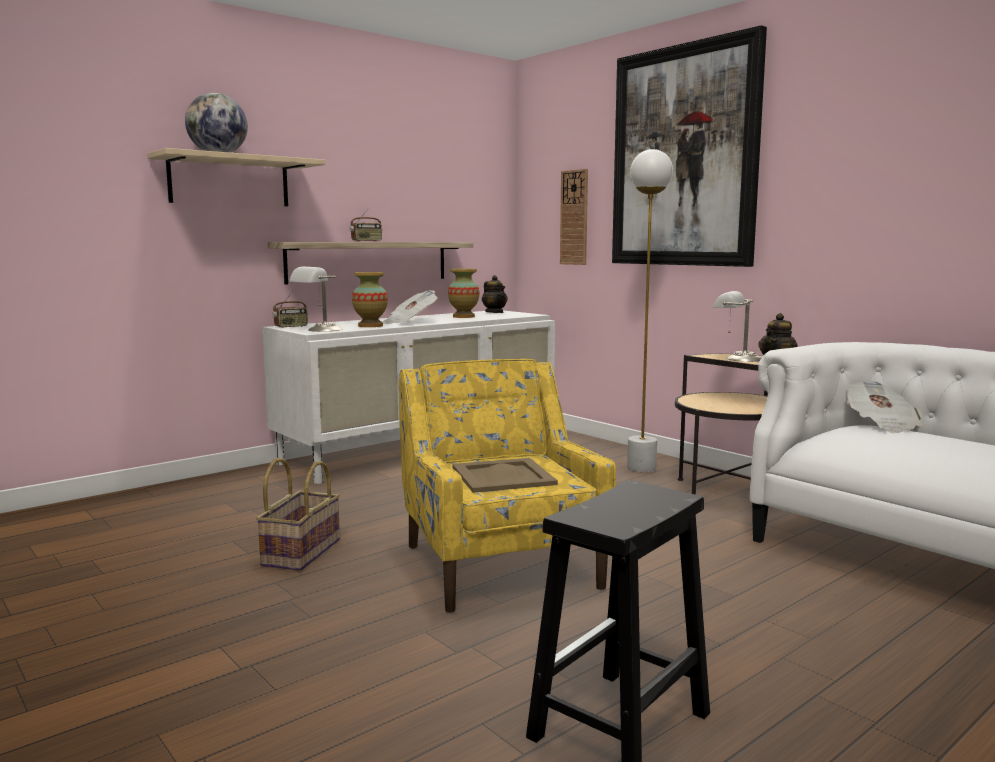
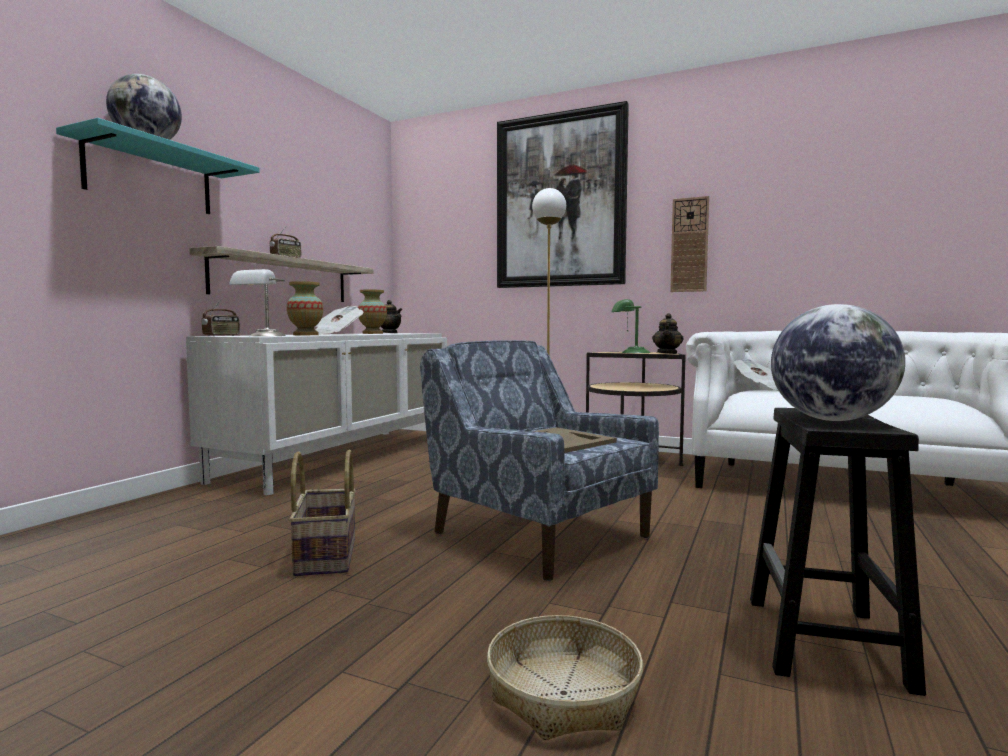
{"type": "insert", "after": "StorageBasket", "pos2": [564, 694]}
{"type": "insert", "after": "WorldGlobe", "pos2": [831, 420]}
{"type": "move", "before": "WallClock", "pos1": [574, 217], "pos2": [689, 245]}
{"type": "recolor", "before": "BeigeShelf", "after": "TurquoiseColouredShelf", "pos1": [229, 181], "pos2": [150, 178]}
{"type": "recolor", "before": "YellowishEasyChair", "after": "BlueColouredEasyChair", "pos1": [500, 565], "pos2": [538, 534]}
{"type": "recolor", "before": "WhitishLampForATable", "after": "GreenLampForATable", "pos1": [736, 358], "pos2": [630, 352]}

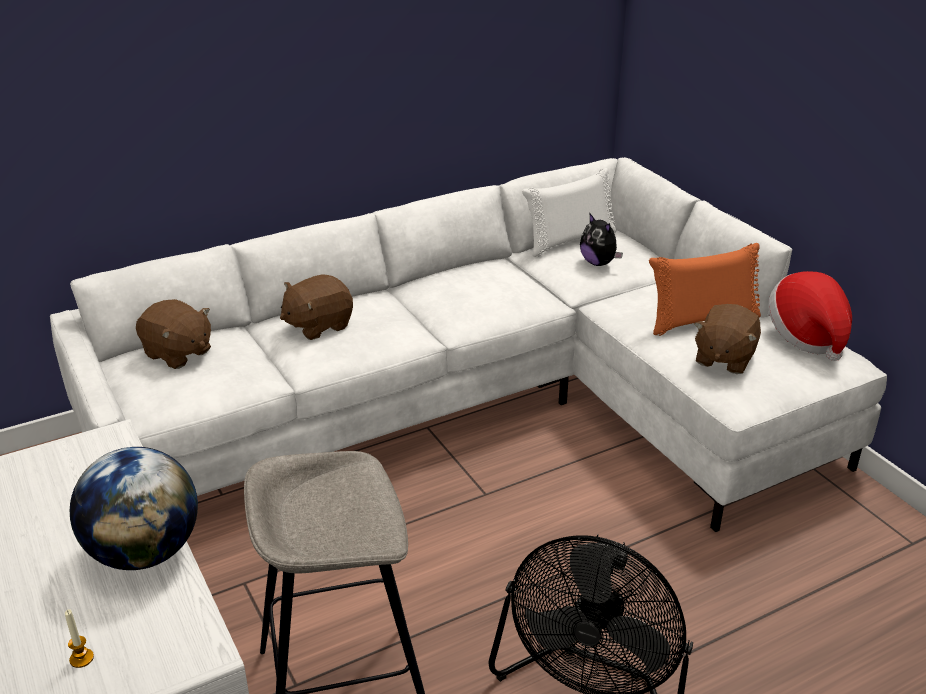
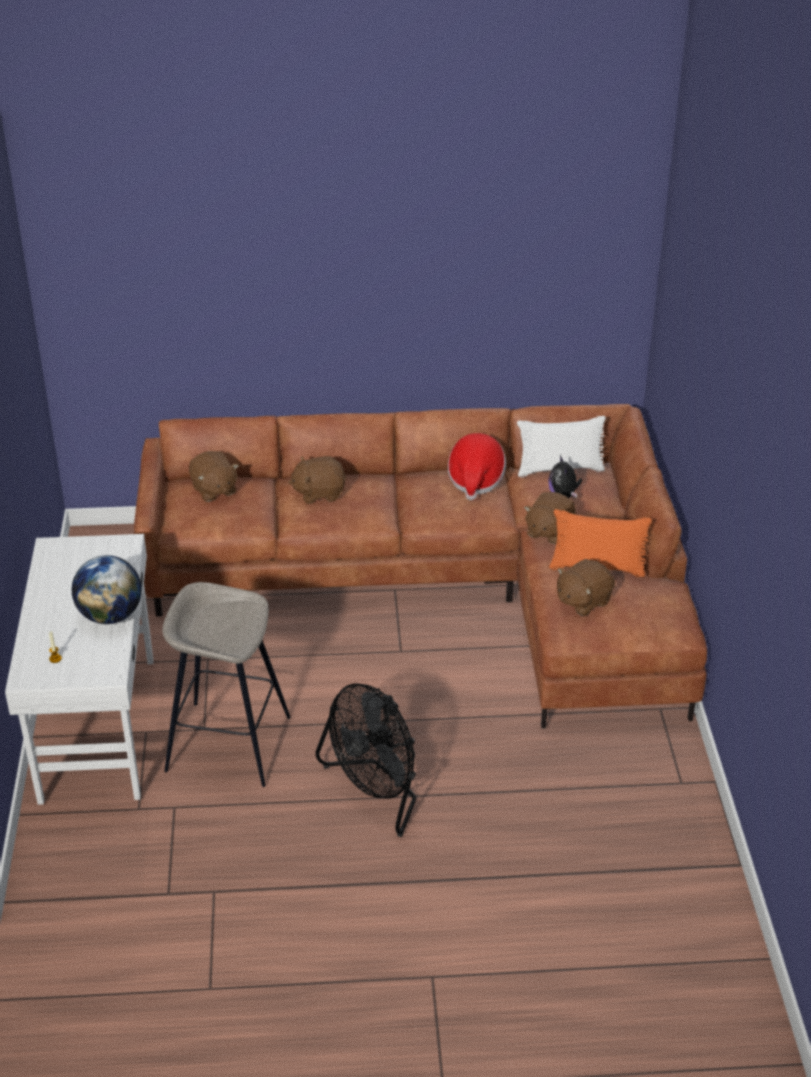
{"type": "insert", "after": "BrownCuddlyToy", "pos2": [548, 532]}
{"type": "move", "before": "ClothingHat", "pos1": [807, 336], "pos2": [475, 480]}
{"type": "recolor", "before": "WhitishCouch", "after": "BrownCouch", "pos1": [482, 407], "pos2": [446, 586]}

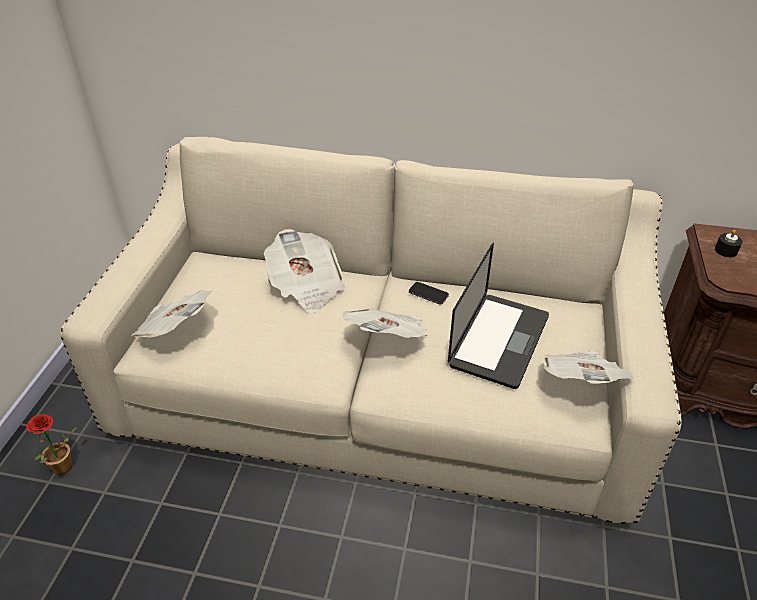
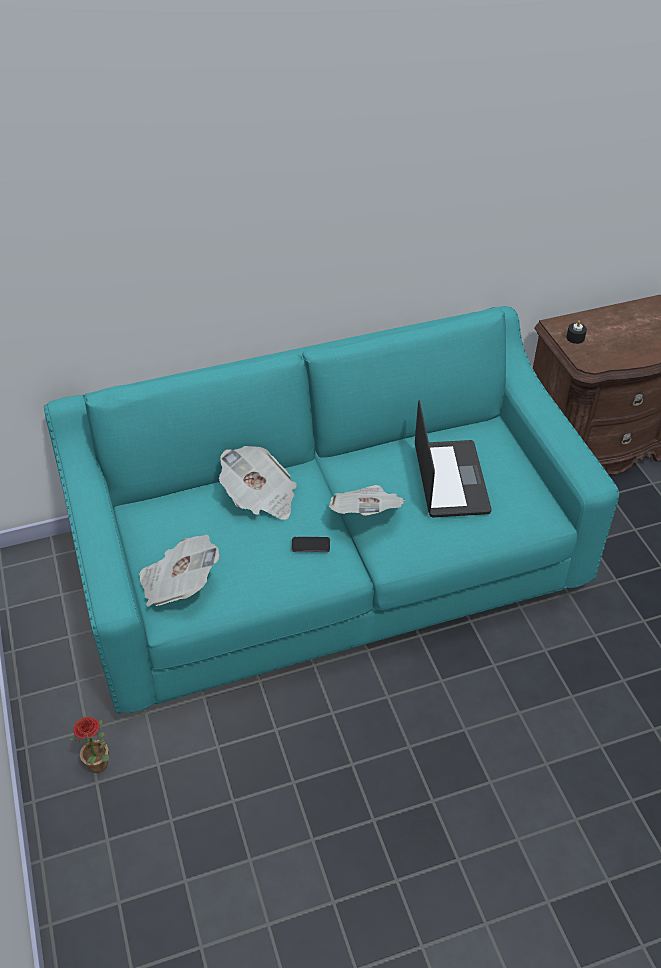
{"type": "delete", "before": "Newspaper", "pos1": [582, 382]}
{"type": "move", "before": "Phone", "pos1": [428, 294], "pos2": [310, 545]}
{"type": "recolor", "before": "BeigeCouch", "after": "TurquoiseColouredCouch", "pos1": [380, 390], "pos2": [331, 564]}

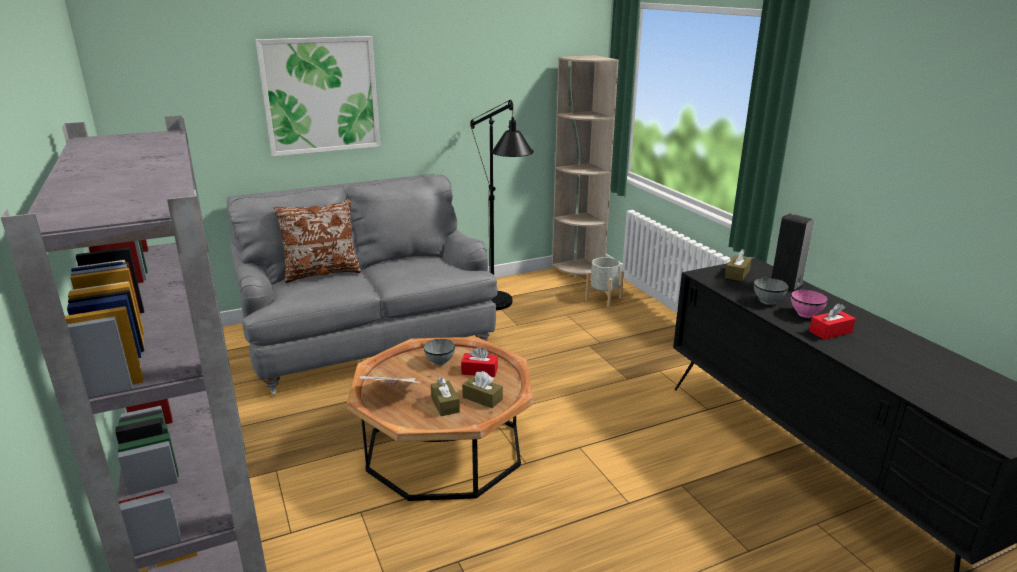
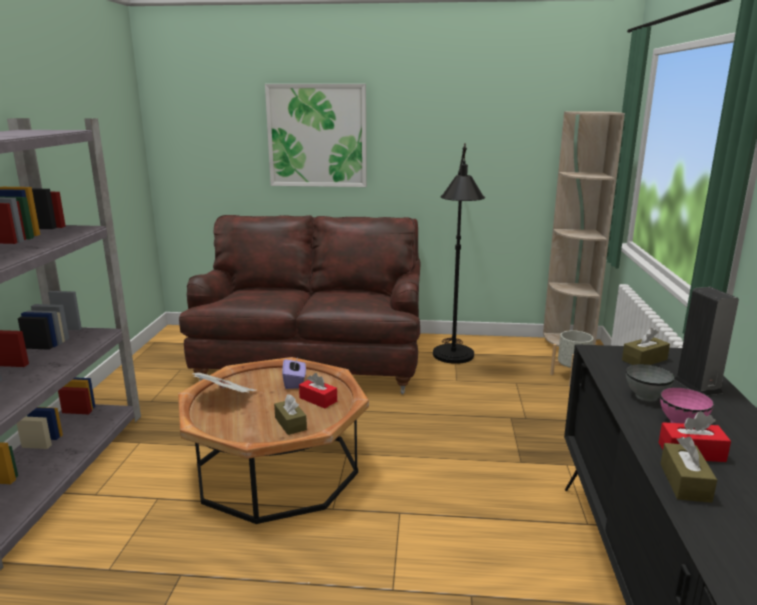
{"type": "delete", "before": "BrownCushion", "pos1": [322, 274]}
{"type": "move", "before": "BrownTissueBox", "pos1": [445, 404], "pos2": [685, 482]}
{"type": "replace", "before": "GrayServingBowl", "after": "PurpleColouredTissueBox", "pos1": [439, 362], "pos2": [295, 382]}
{"type": "recolor", "before": "GrayCouch", "after": "BrownCouch", "pos1": [366, 337], "pos2": [314, 359]}

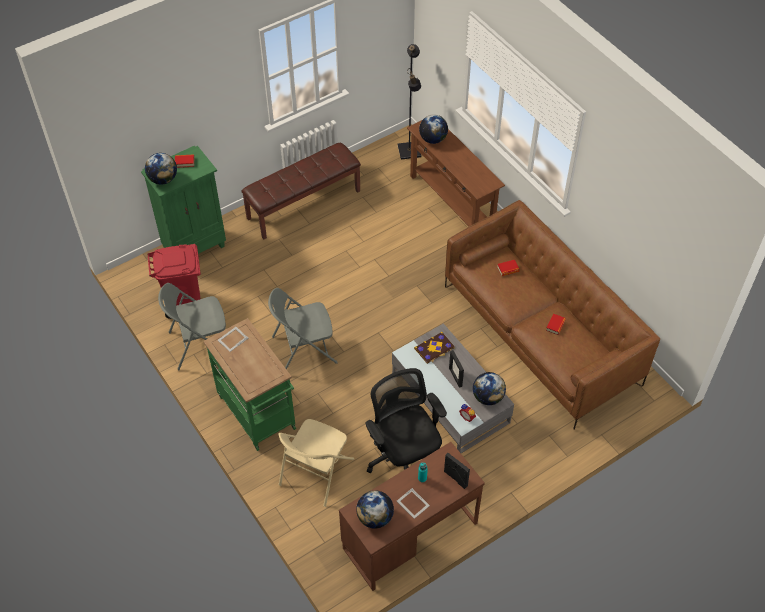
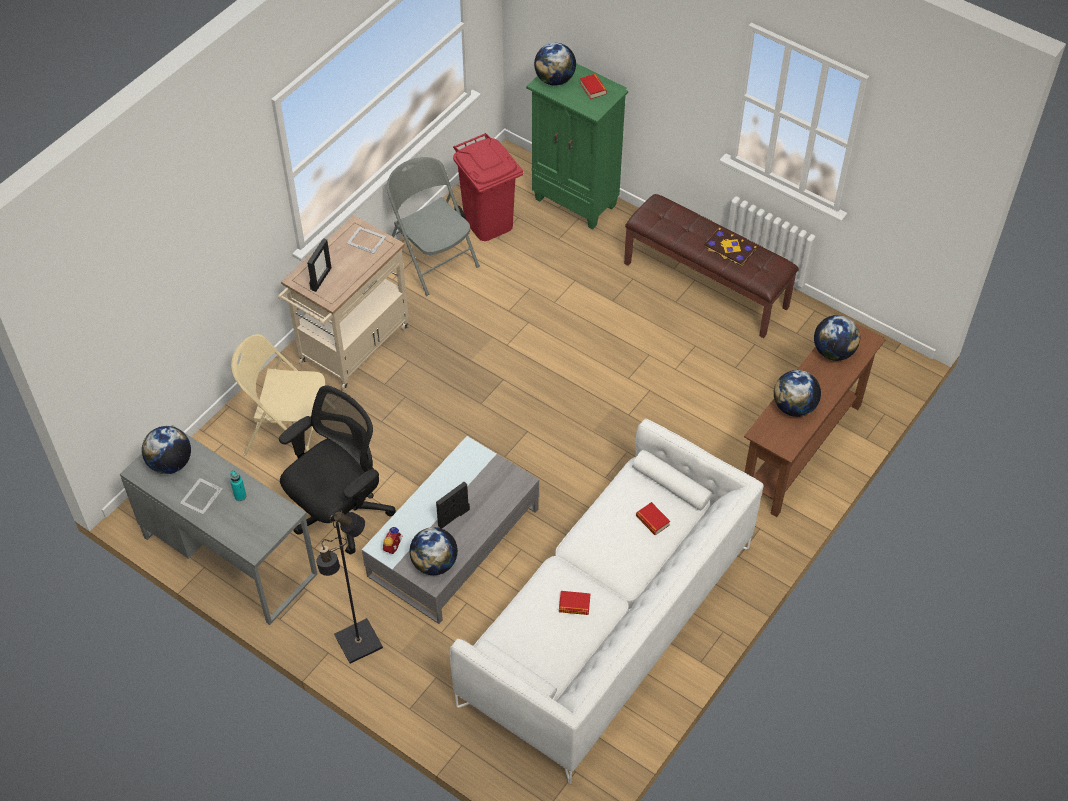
{"type": "delete", "before": "GrayPlainChair", "pos1": [304, 349]}
{"type": "insert", "after": "WorldGlobe", "pos2": [794, 407]}
{"type": "move", "before": "BlackishStandingLamp", "pos1": [409, 151], "pos2": [358, 641]}
{"type": "move", "before": "BoundBook", "pos1": [434, 348], "pos2": [729, 248]}
{"type": "move", "before": "StandingFrame", "pos1": [455, 479], "pos2": [321, 279]}
{"type": "recolor", "before": "GreenWheeledCart", "after": "BeigeWheeledCart", "pos1": [258, 414], "pos2": [352, 348]}
{"type": "recolor", "before": "BrownDesk", "after": "GrayDesk", "pos1": [410, 535], "pos2": [230, 555]}
{"type": "recolor", "before": "BrownCouch", "after": "WhitishCouch", "pos1": [541, 335], "pos2": [607, 625]}

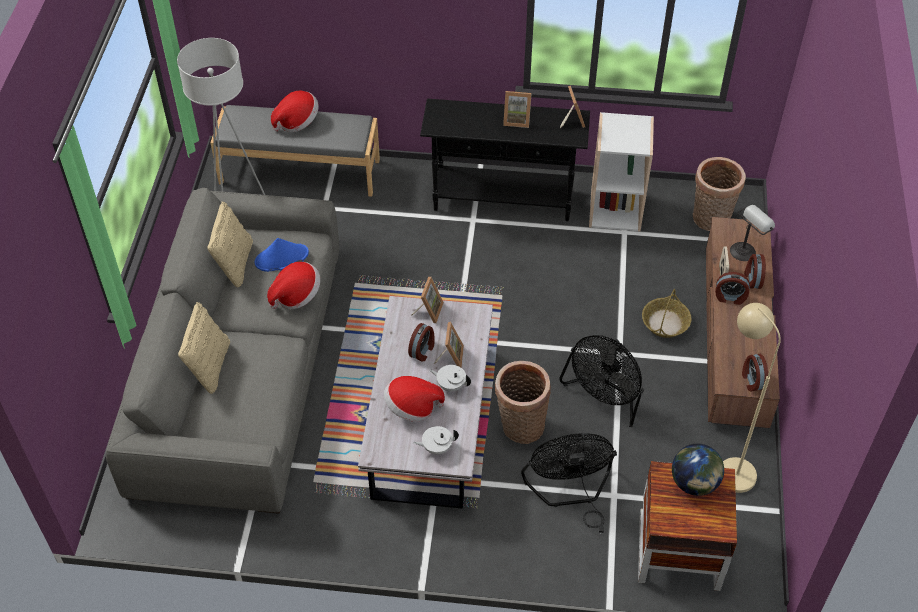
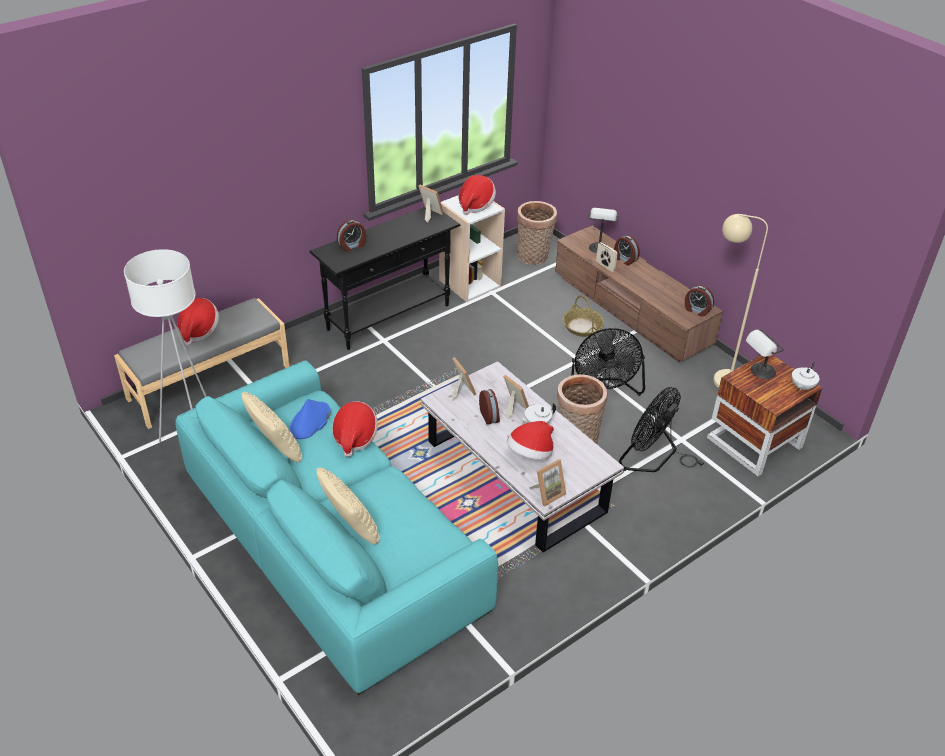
{"type": "insert", "after": "ClothingHat", "pos2": [475, 205]}
{"type": "move", "before": "WhitishTeapot", "pos1": [436, 447], "pos2": [801, 387]}
{"type": "move", "before": "StandingFrame", "pos1": [516, 120], "pos2": [547, 493]}
{"type": "move", "before": "BedsideClock", "pos1": [730, 297], "pos2": [352, 246]}
{"type": "replace", "before": "WorldGlobe", "after": "LampForATable", "pos1": [694, 483], "pos2": [759, 372]}
{"type": "recolor", "before": "GrayCouch", "after": "TurquoiseColouredCouch", "pos1": [239, 367], "pos2": [331, 539]}

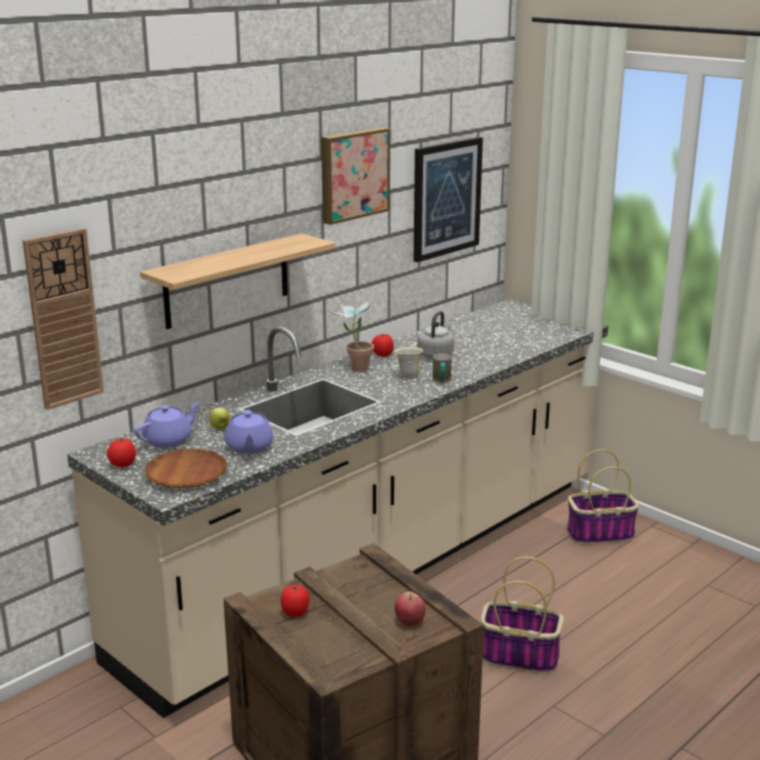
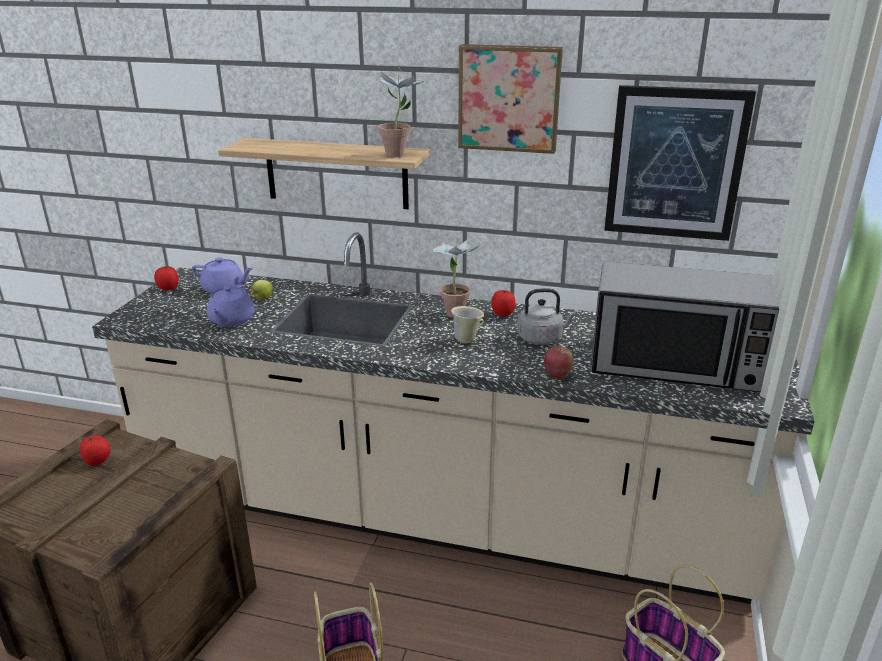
{"type": "delete", "before": "WallClock", "pos1": [63, 319]}
{"type": "delete", "before": "BrownDinnerPlate", "pos1": [186, 474]}
{"type": "delete", "before": "TeaMug", "pos1": [442, 381]}
{"type": "insert", "after": "PottedPlant", "pos2": [400, 153]}
{"type": "insert", "after": "KitchenMicrowave", "pos2": [676, 365]}
{"type": "move", "before": "Apple", "pos1": [410, 622], "pos2": [557, 375]}
{"type": "rotate", "before": "PurpleColouredTeapot", "pos1": [249, 447], "pos2": [231, 320], "turn": -45}

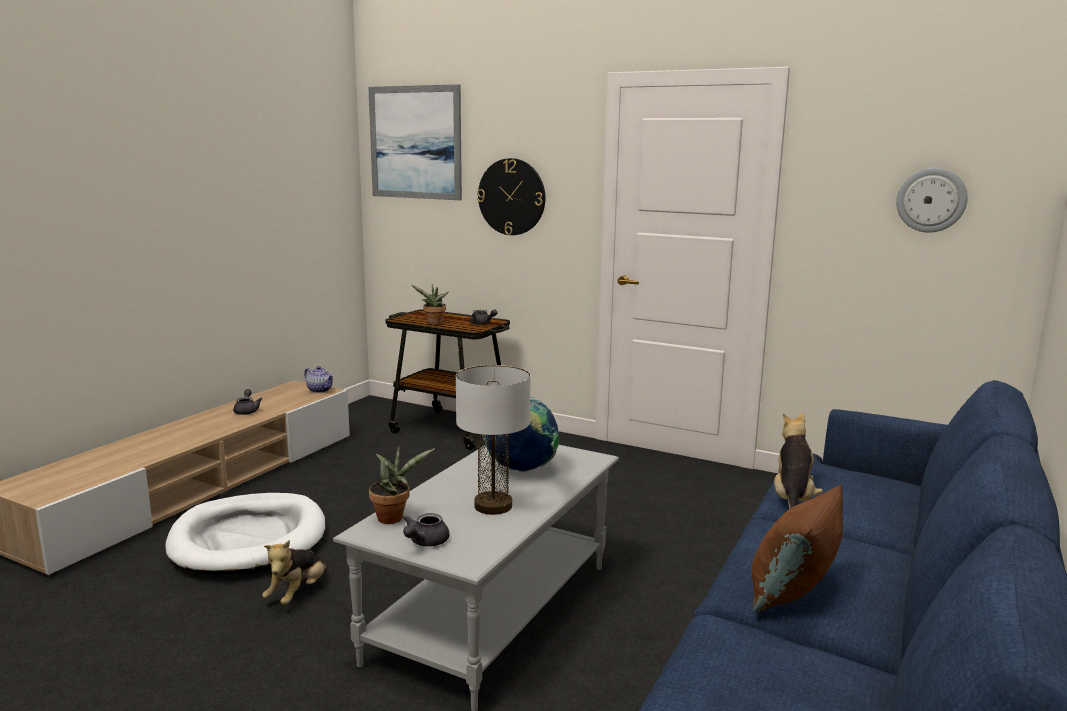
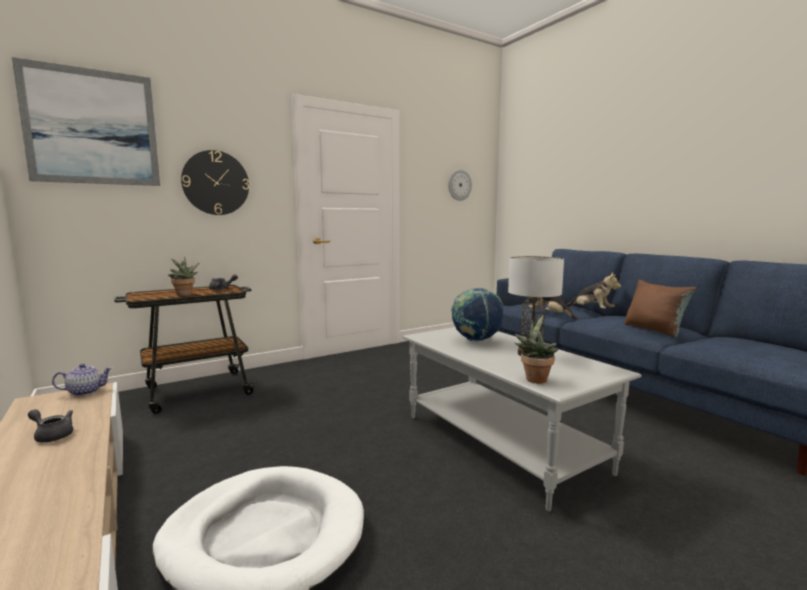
{"type": "delete", "before": "GrayTeapot", "pos1": [425, 542]}
{"type": "move", "before": "CuddlyToy", "pos1": [297, 593], "pos2": [591, 310]}

